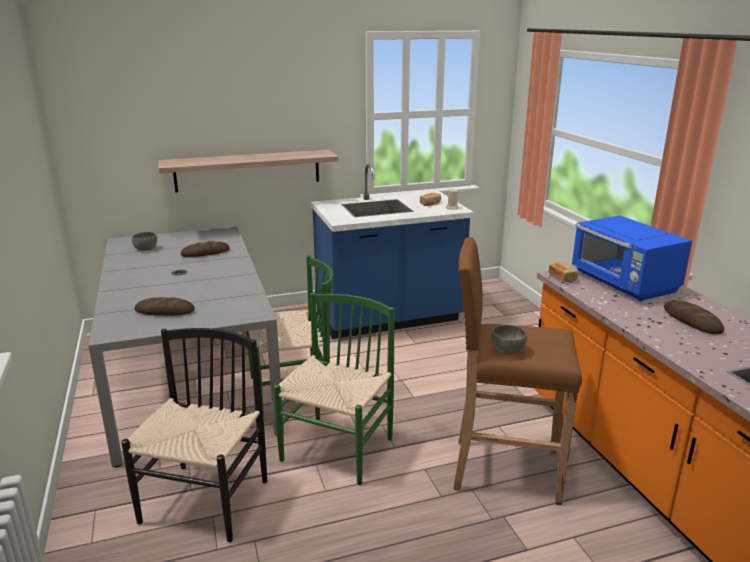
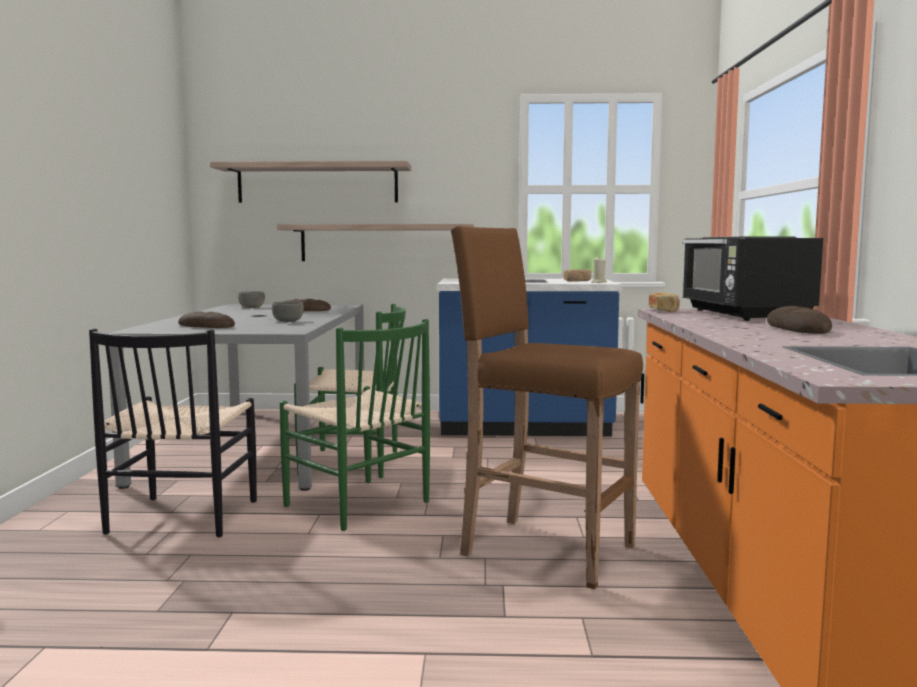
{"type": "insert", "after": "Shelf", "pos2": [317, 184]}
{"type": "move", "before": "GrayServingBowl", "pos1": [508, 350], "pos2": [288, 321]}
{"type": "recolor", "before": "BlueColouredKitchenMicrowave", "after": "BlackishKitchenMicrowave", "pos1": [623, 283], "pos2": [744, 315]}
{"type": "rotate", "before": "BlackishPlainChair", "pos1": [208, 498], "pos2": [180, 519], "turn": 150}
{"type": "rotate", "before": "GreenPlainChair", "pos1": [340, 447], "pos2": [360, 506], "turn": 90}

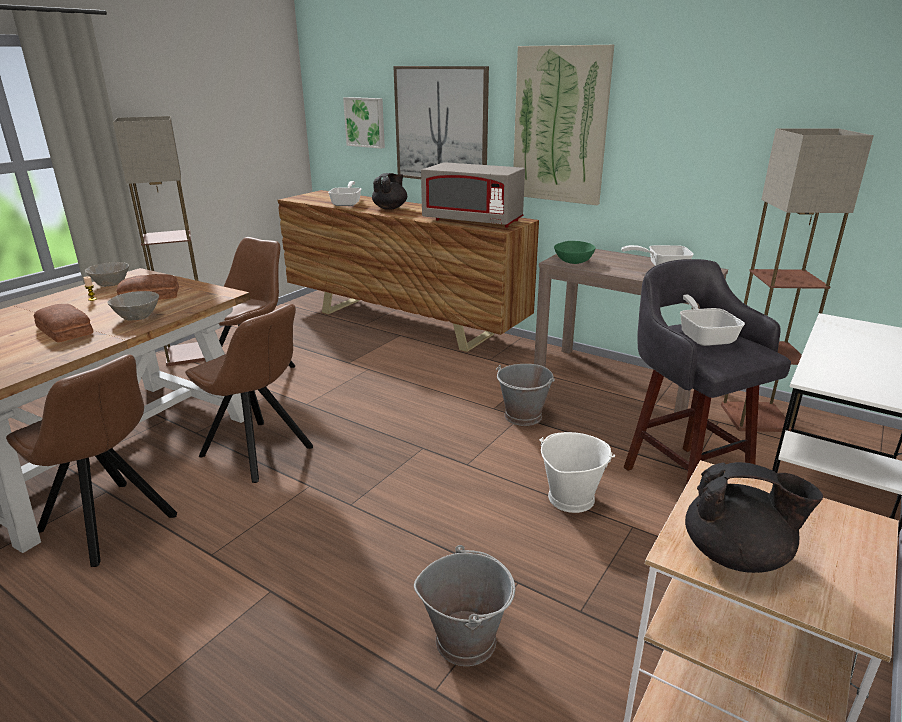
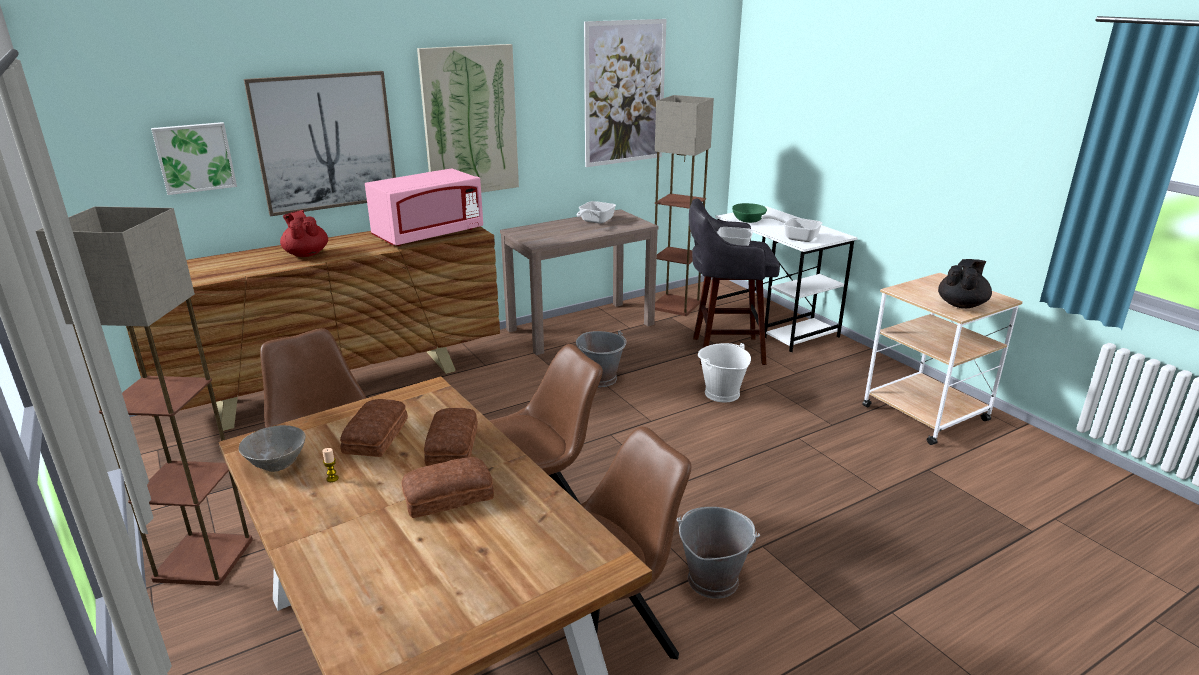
{"type": "insert", "after": "WallArt", "pos2": [624, 93]}
{"type": "move", "before": "Pan", "pos1": [347, 203], "pos2": [796, 237]}
{"type": "move", "before": "GrayPail", "pos1": [466, 639], "pos2": [712, 579]}
{"type": "move", "before": "GreenServingBowl", "pos1": [573, 261], "pos2": [748, 221]}
{"type": "replace", "before": "GrayServingBowl", "after": "BakedBread", "pos1": [138, 317], "pos2": [454, 445]}
{"type": "recolor", "before": "BlackishTeapot", "after": "ReddishTeapot", "pos1": [390, 208], "pos2": [306, 254]}
{"type": "recolor", "before": "GrayKitchenMicrowave", "after": "PinkKitchenMicrowave", "pos1": [473, 221], "pos2": [428, 235]}

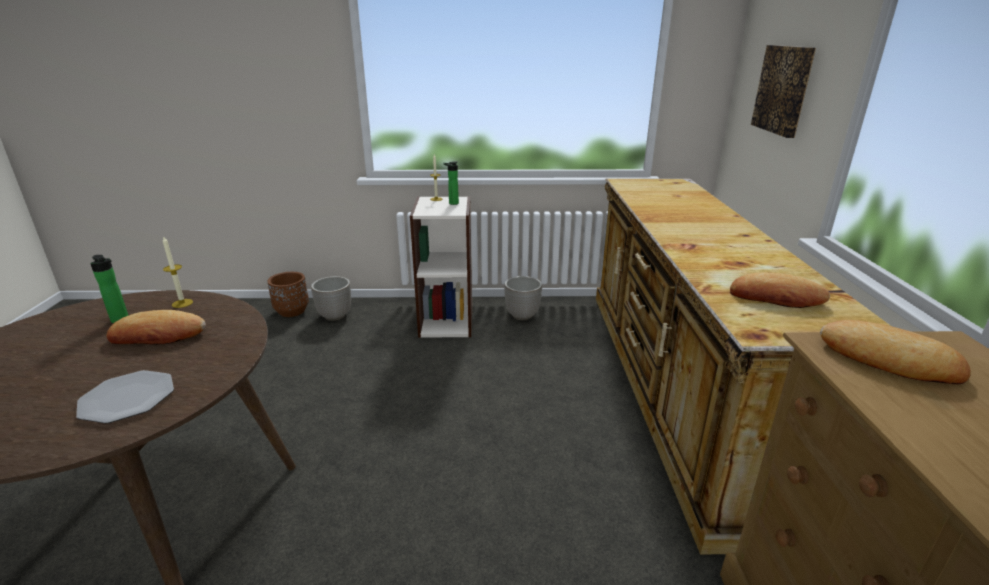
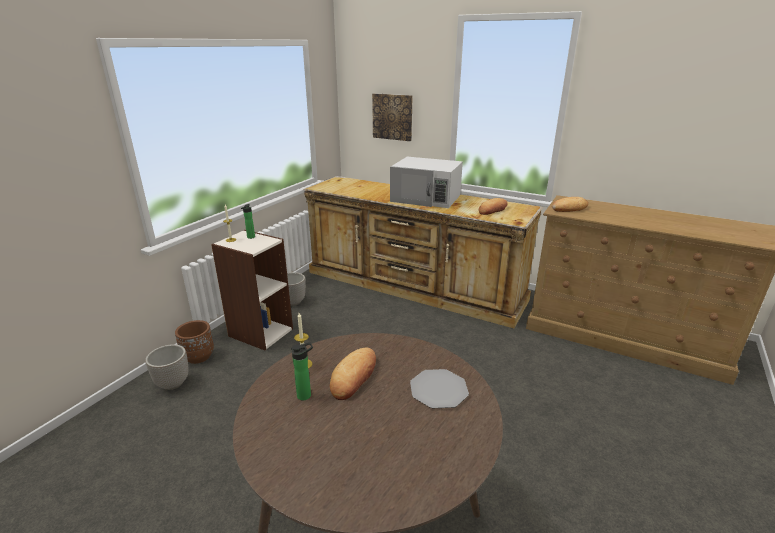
{"type": "insert", "after": "WhitishKitchenMicrowave", "pos2": [426, 198]}
{"type": "move", "before": "BrownPlanter", "pos1": [292, 311], "pos2": [198, 356]}

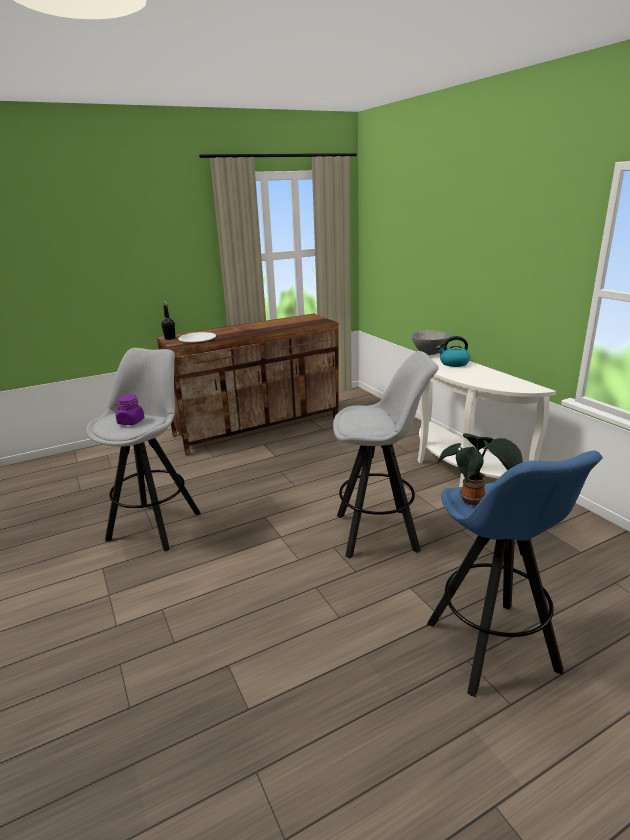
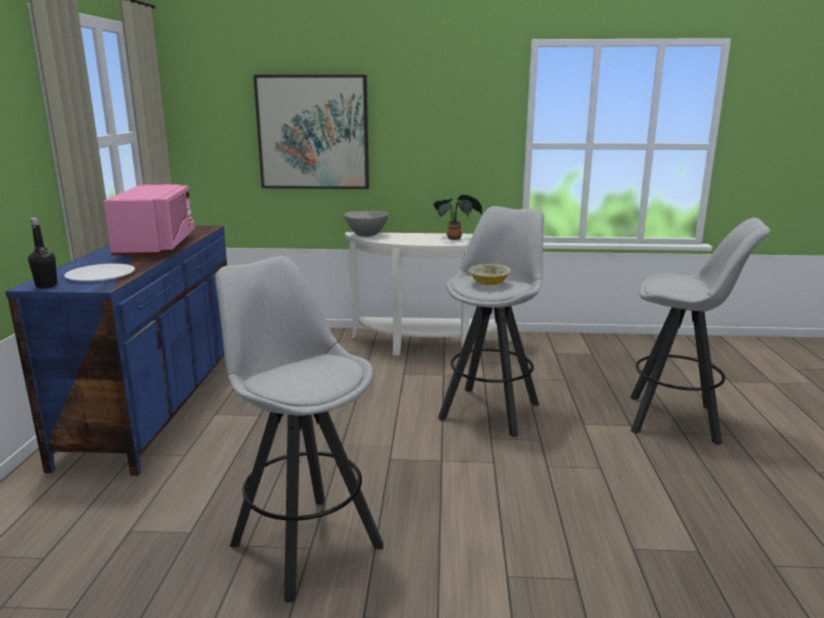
{"type": "delete", "before": "PurpleColouredJar", "pos1": [131, 422]}
{"type": "delete", "before": "WaterKettle", "pos1": [453, 363]}
{"type": "insert", "after": "PinkKitchenMicrowave", "pos2": [156, 246]}
{"type": "insert", "after": "WallArt", "pos2": [313, 132]}
{"type": "insert", "after": "ServingBowl", "pos2": [489, 283]}
{"type": "move", "before": "PottedPlant", "pos1": [475, 502], "pos2": [456, 239]}
{"type": "recolor", "before": "BrownCupboard", "after": "BlueColouredCupboard", "pos1": [259, 426], "pos2": [159, 403]}
{"type": "recolor", "before": "BlueColouredStoolSeat", "after": "GrayStoolSeat", "pos1": [493, 649], "pos2": [676, 420]}

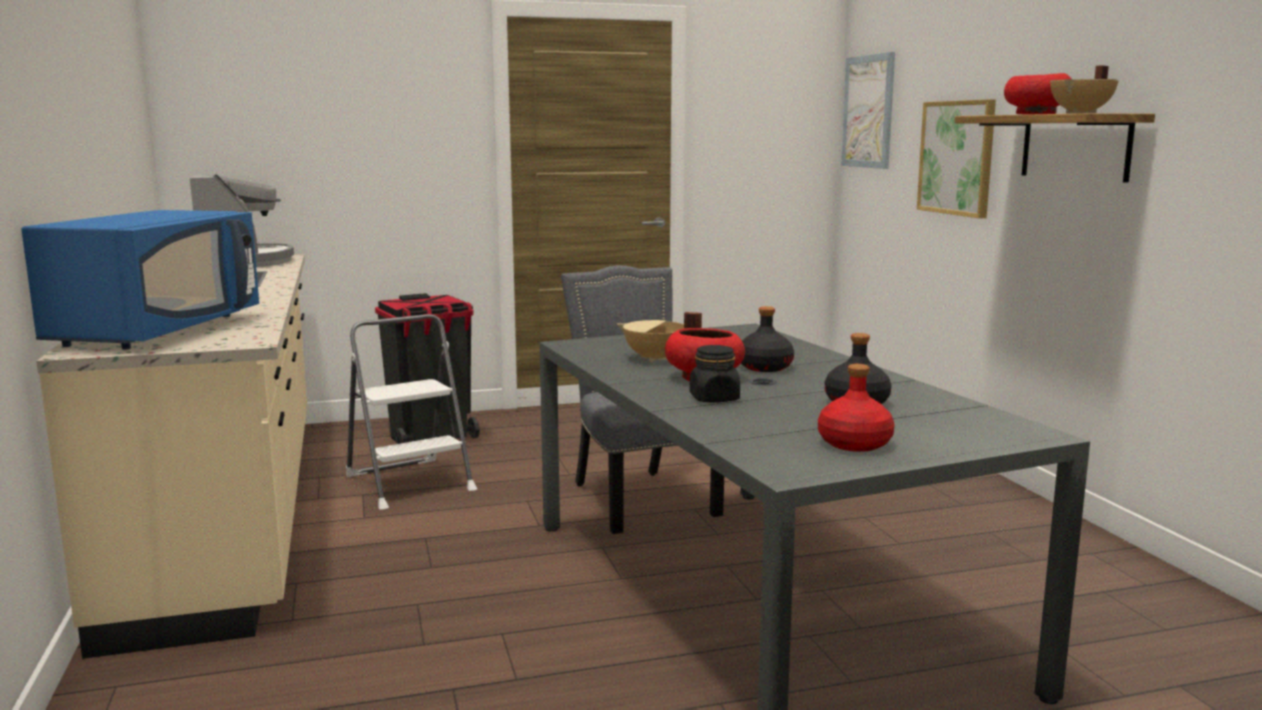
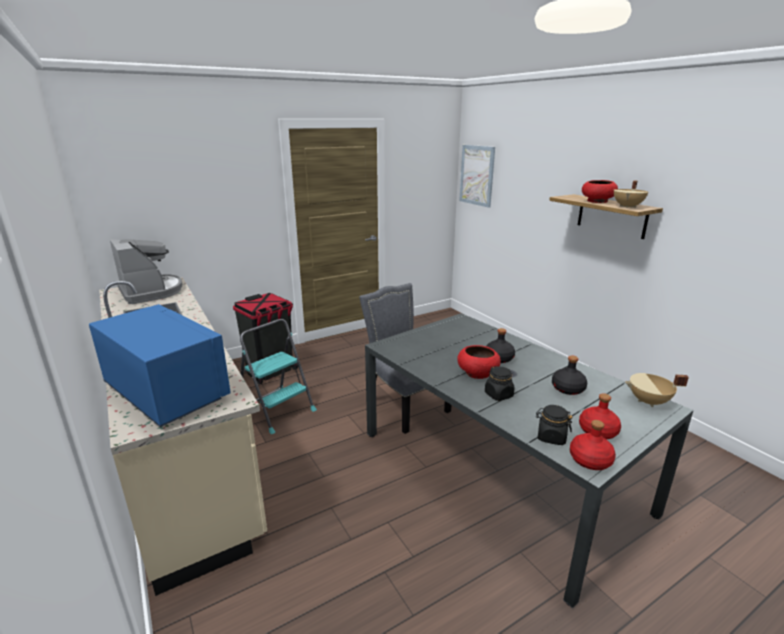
{"type": "delete", "before": "WallArt", "pos1": [957, 157]}
{"type": "insert", "after": "BlackishJar", "pos2": [551, 437]}
{"type": "insert", "after": "ReddishDrinkBottle", "pos2": [590, 460]}
{"type": "move", "before": "BeigeCookingPot", "pos1": [655, 359], "pos2": [649, 402]}
{"type": "recolor", "before": "WhitishStepladder", "after": "TurquoiseColouredStepladder", "pos1": [408, 481], "pos2": [275, 408]}
{"type": "rotate", "before": "BlueColouredKitchenMicrowave", "pos1": [158, 331], "pos2": [165, 393], "turn": -45}

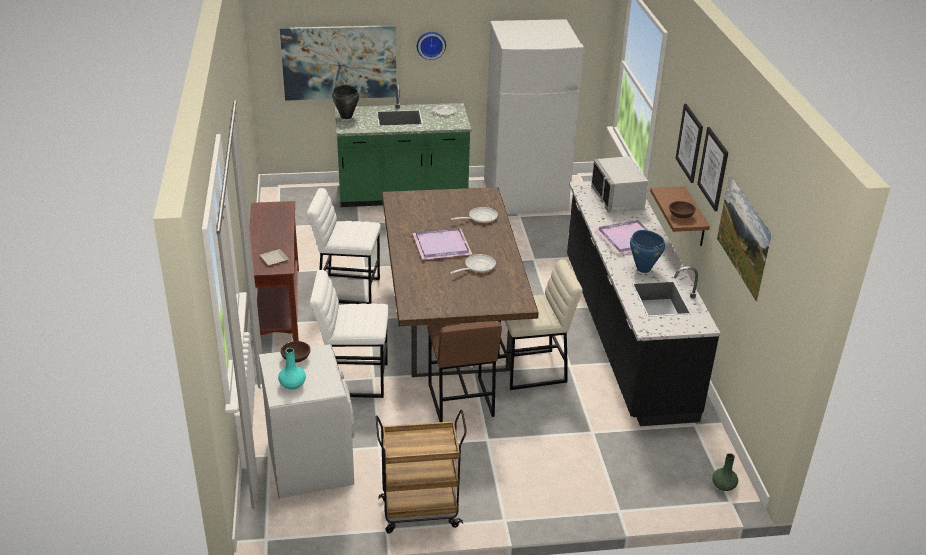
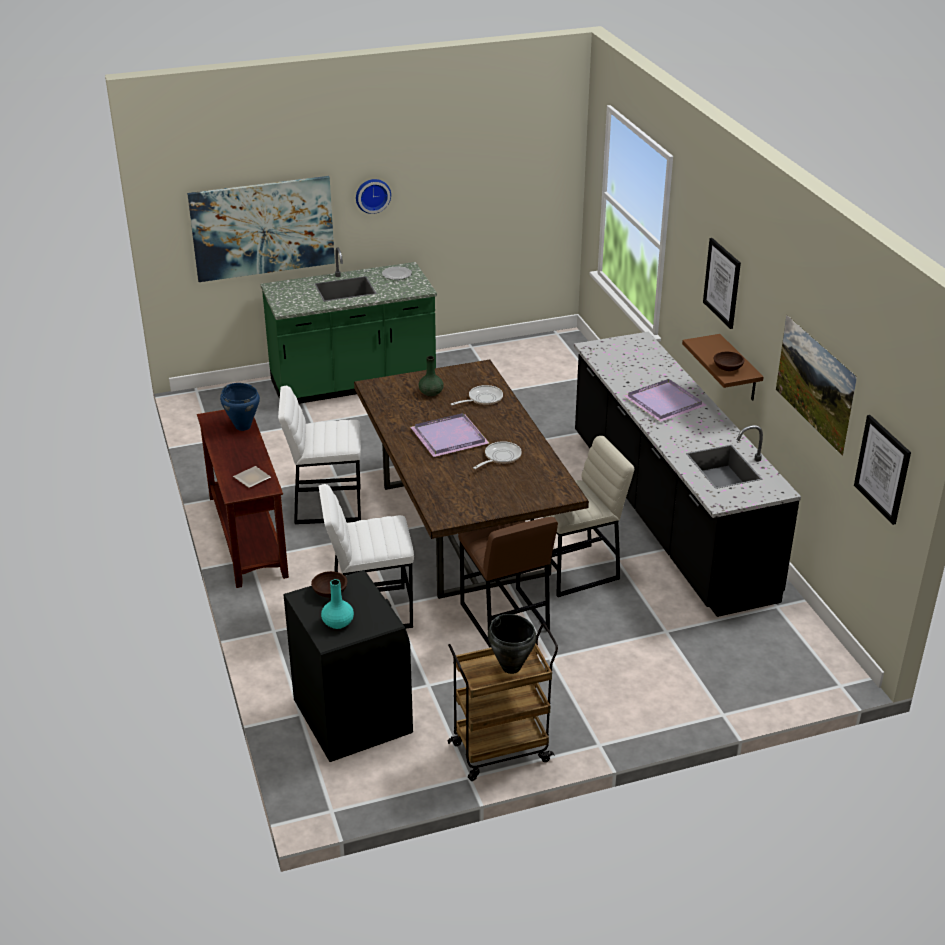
{"type": "delete", "before": "WhitishRefrigerator", "pos1": [525, 195]}
{"type": "delete", "before": "GrayKitchenMicrowave", "pos1": [618, 199]}
{"type": "move", "before": "BlackishCookingPot", "pos1": [346, 116], "pos2": [511, 667]}
{"type": "move", "before": "BlueColouredCookingPot", "pos1": [643, 269], "pos2": [243, 426]}
{"type": "move", "before": "WallArt", "pos1": [713, 168], "pos2": [882, 469]}
{"type": "move", "before": "GreenFlowerVase", "pos1": [723, 485], "pos2": [431, 393]}
{"type": "recolor", "before": "WhitishLaundryAppliance", "after": "BlackishLaundryAppliance", "pos1": [312, 462], "pos2": [354, 714]}

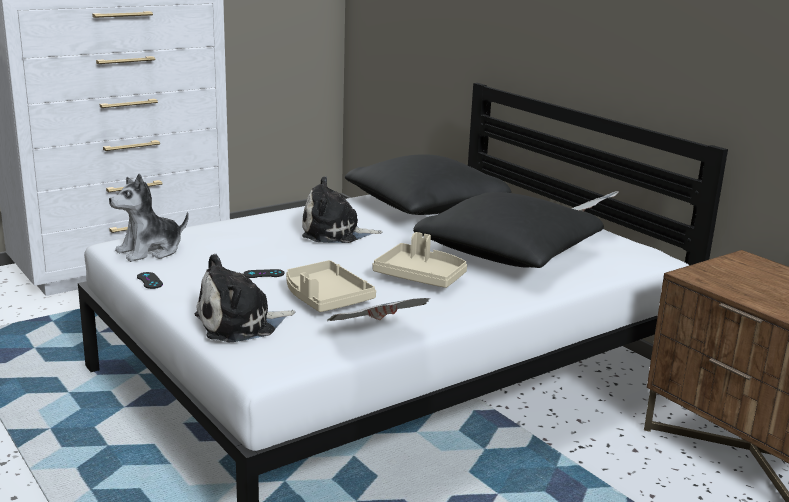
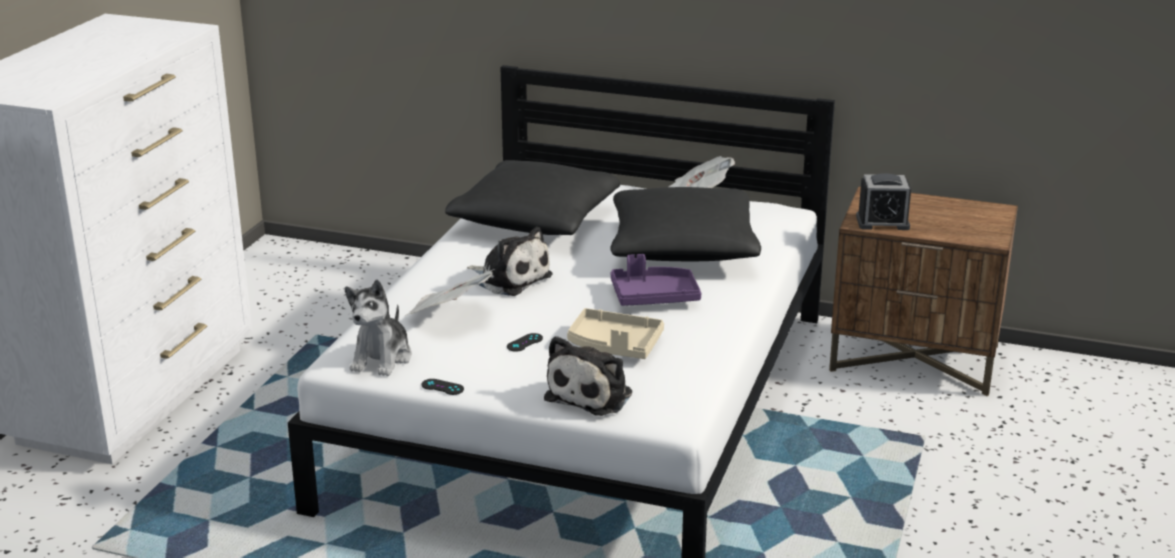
{"type": "insert", "after": "BedsideClock", "pos2": [882, 222]}
{"type": "move", "before": "Newspaper", "pos1": [376, 336], "pos2": [450, 314]}
{"type": "recolor", "before": "BeigeCarryingTray", "after": "PurpleColouredCarryingTray", "pos1": [421, 276], "pos2": [654, 297]}
{"type": "rotate", "before": "CuddlyToy", "pos1": [335, 233], "pos2": [510, 278], "turn": -105}

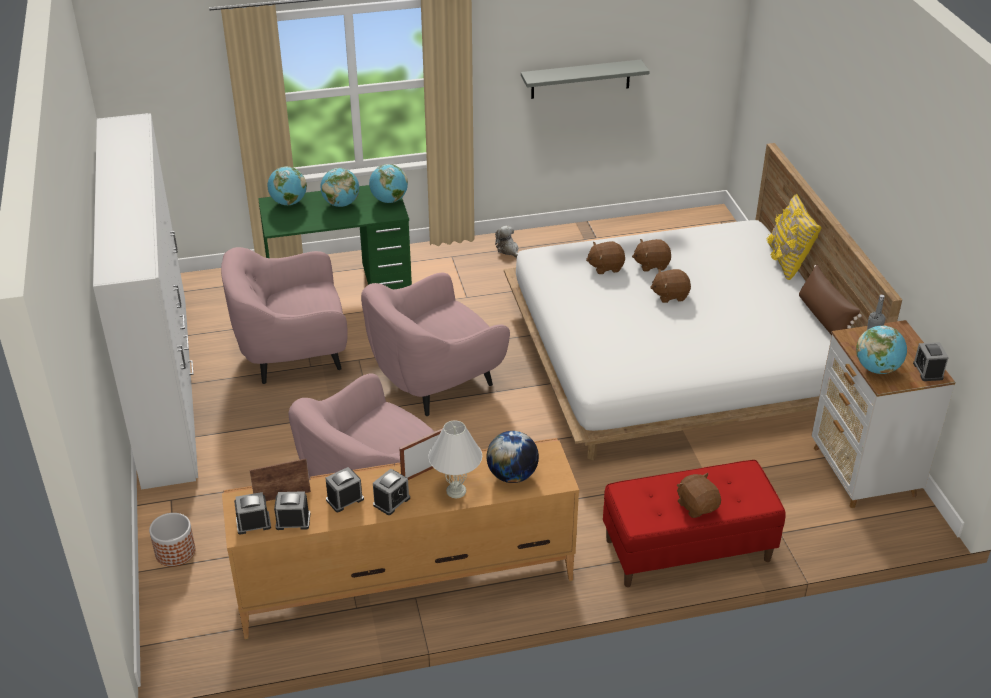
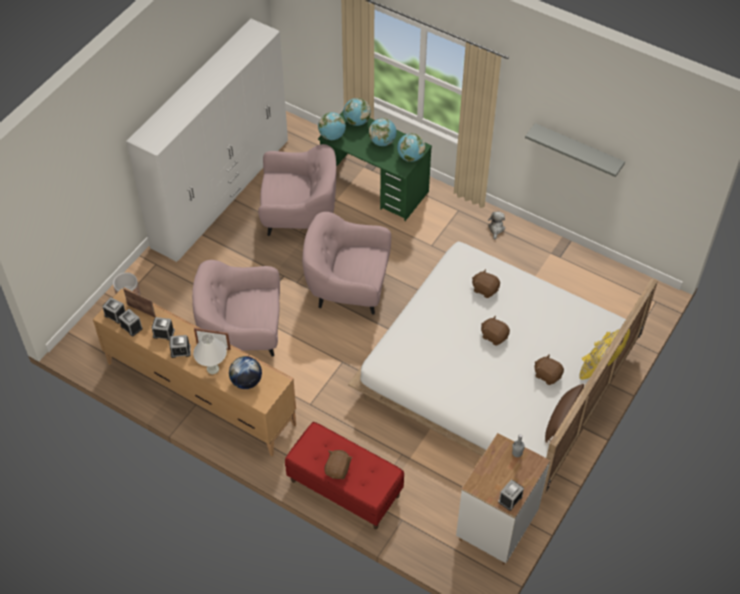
{"type": "move", "before": "BrownCuddlyToy", "pos1": [651, 264], "pos2": [547, 375]}
{"type": "move", "before": "WorldGlobe", "pos1": [877, 369], "pos2": [332, 136]}
{"type": "rotate", "before": "PinkEasyChair", "pos1": [292, 354], "pos2": [299, 217], "turn": 150}

